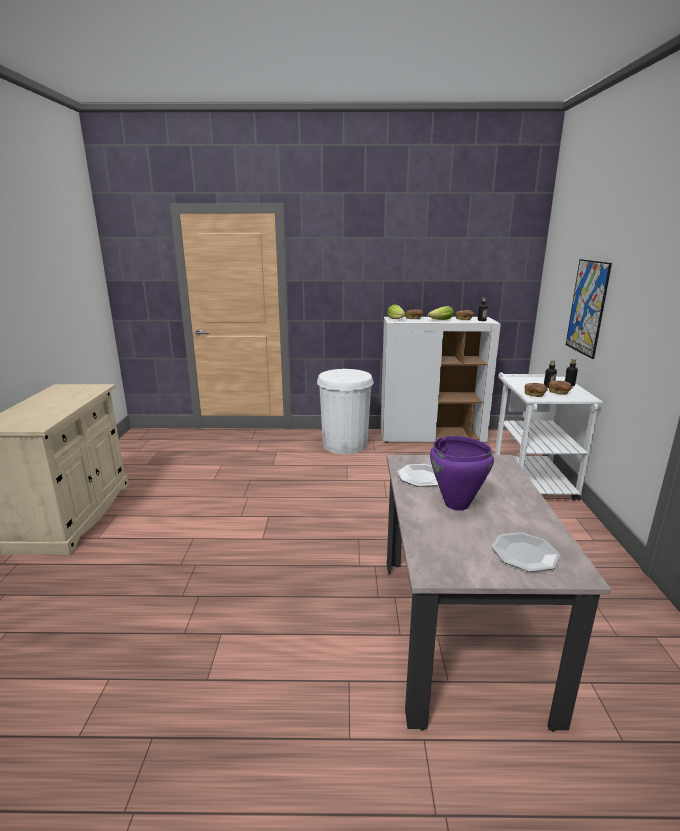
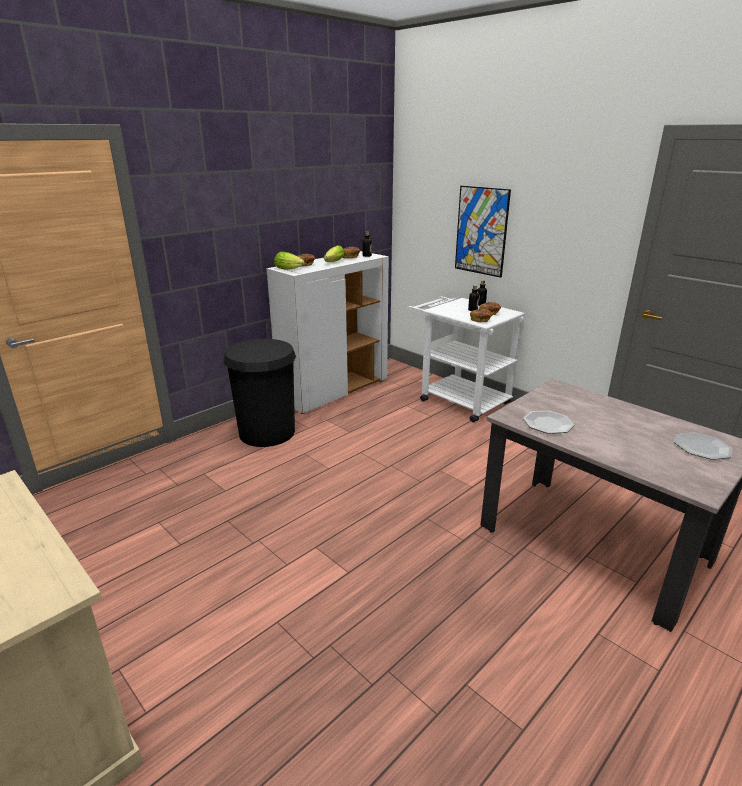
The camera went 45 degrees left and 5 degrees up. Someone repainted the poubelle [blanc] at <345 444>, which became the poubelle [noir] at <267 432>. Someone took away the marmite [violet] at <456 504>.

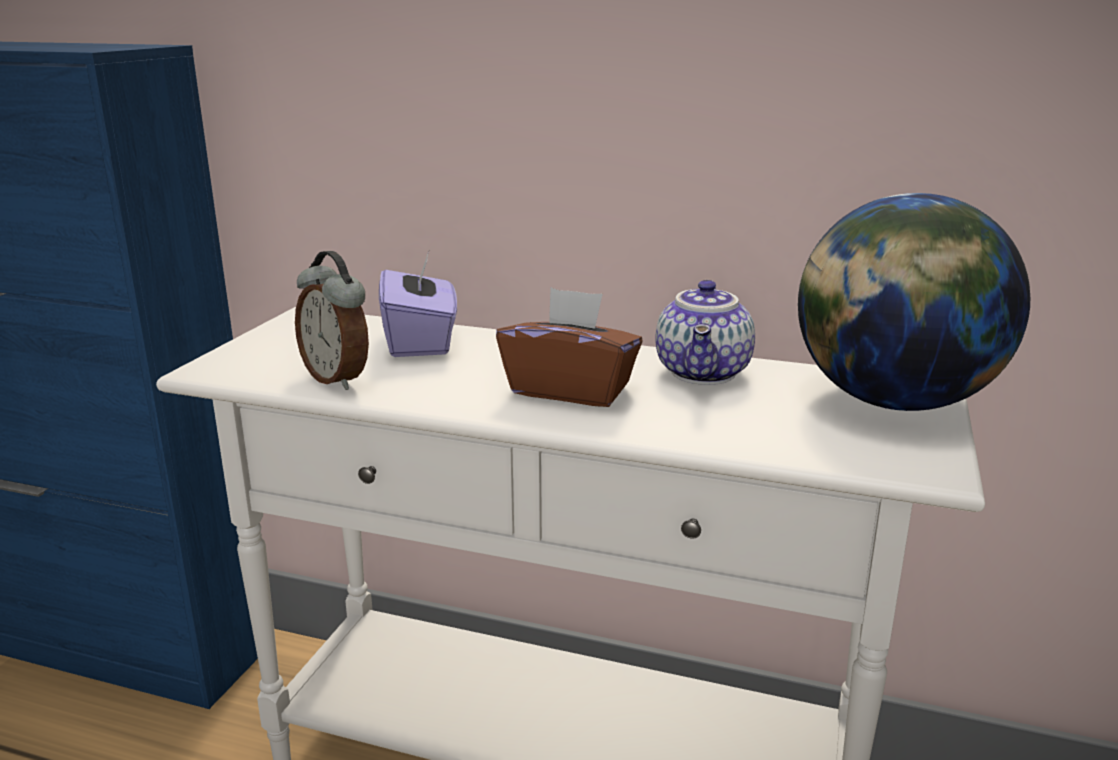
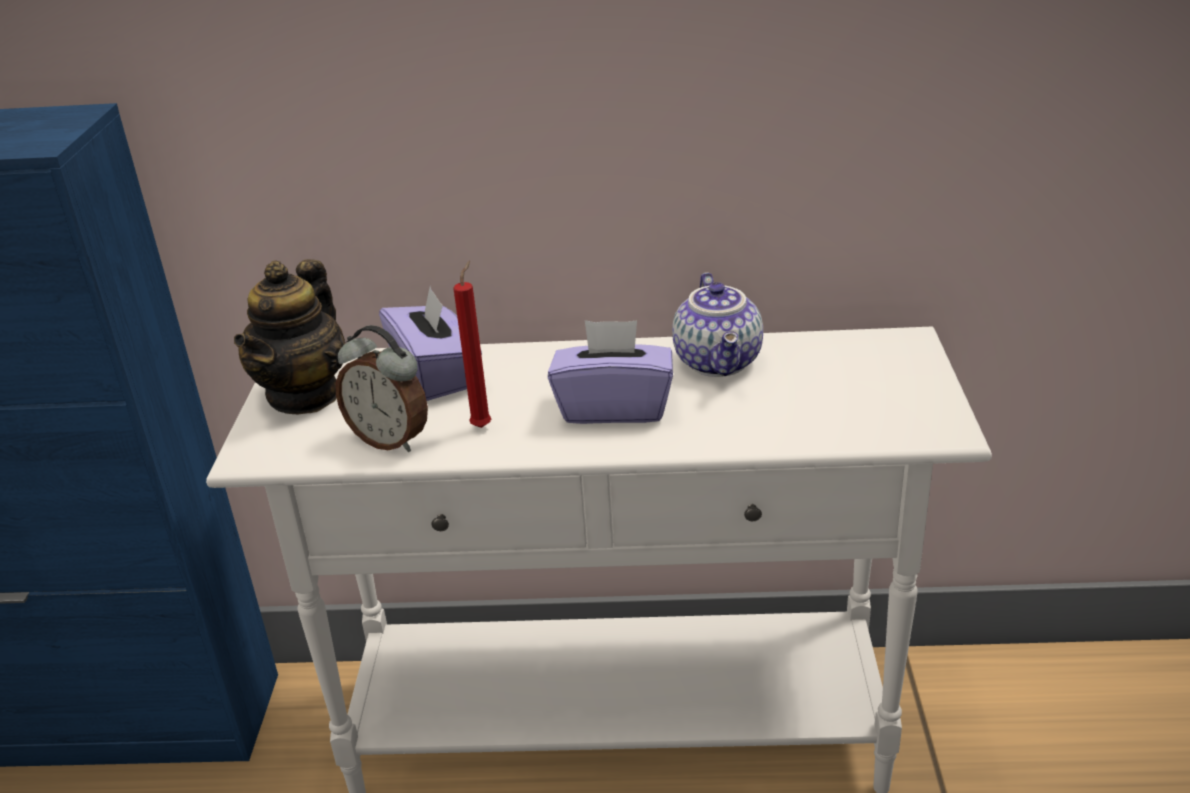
The camera went 15 degrees left and 10 degrees up. Someone took away the globe at <893 402>. Someone repainted the boîte à mouchoirs [marron] at <570 390>, which became the boîte à mouchoirs [violet] at <614 407>. Someone put down the théière at <305 394>. Someone put down the bougie [rouge] at <483 425>.

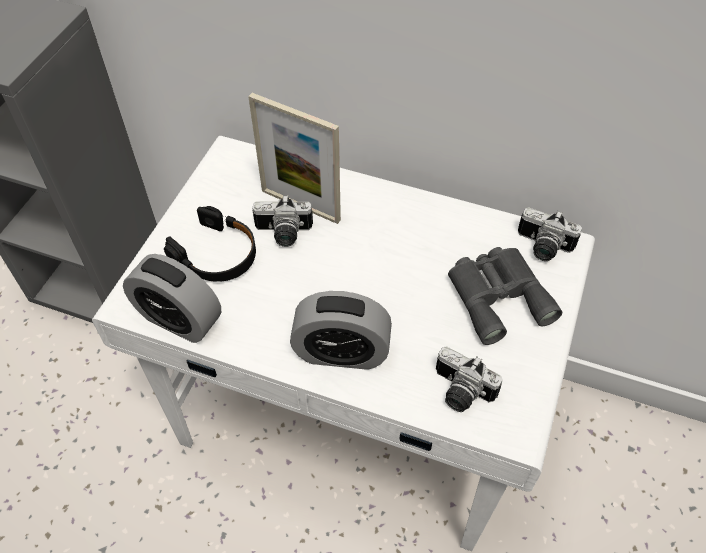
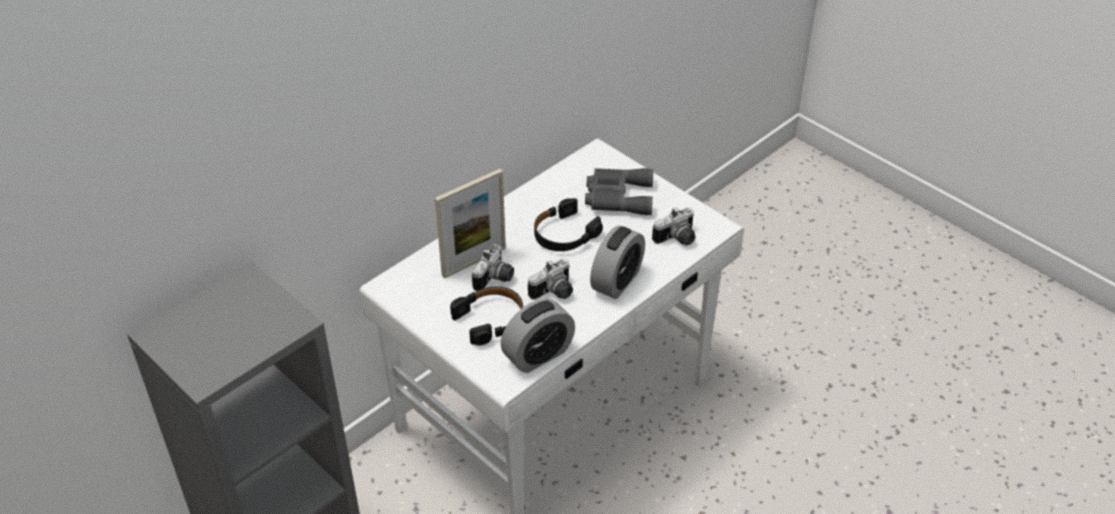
The camera went 65 degrees left and 10 degrees down. Someone carried the appareil photo from <542 247> to <554 293>. Someone put down the casque audio [noir] at <564 234>.

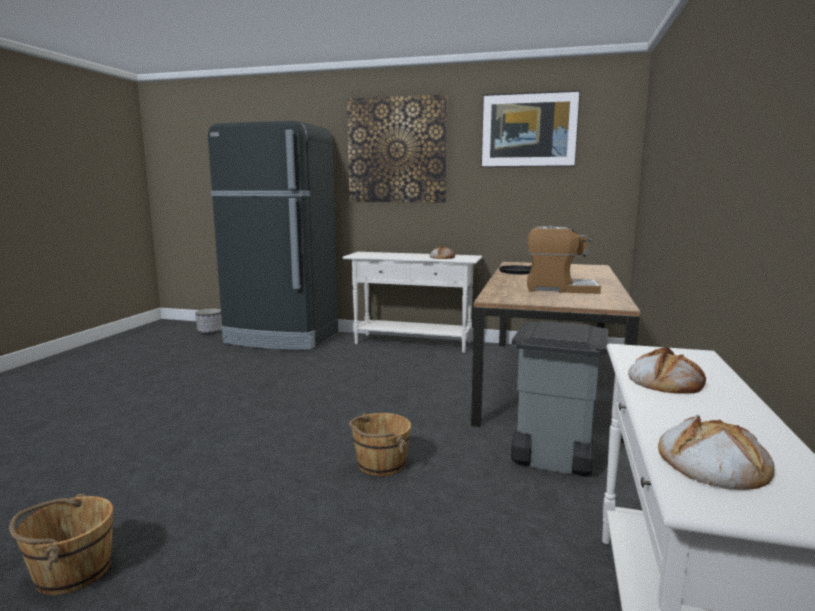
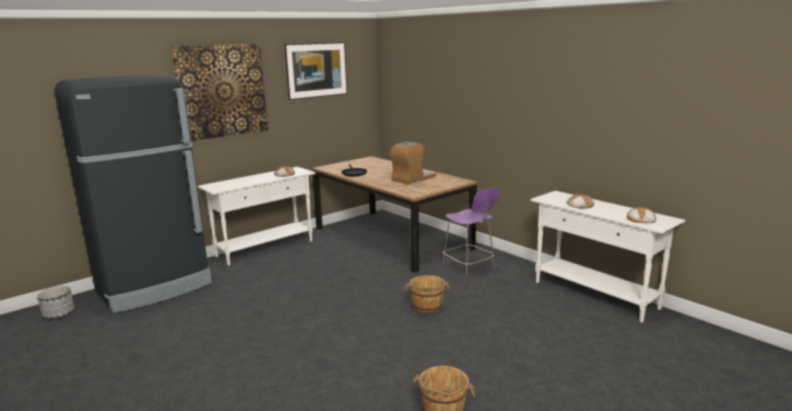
The camera went 55 degrees left and 5 degrees up. Someone swapped the poubelle [gris] at <552 458> for the tabouret [violet] at <469 268>.

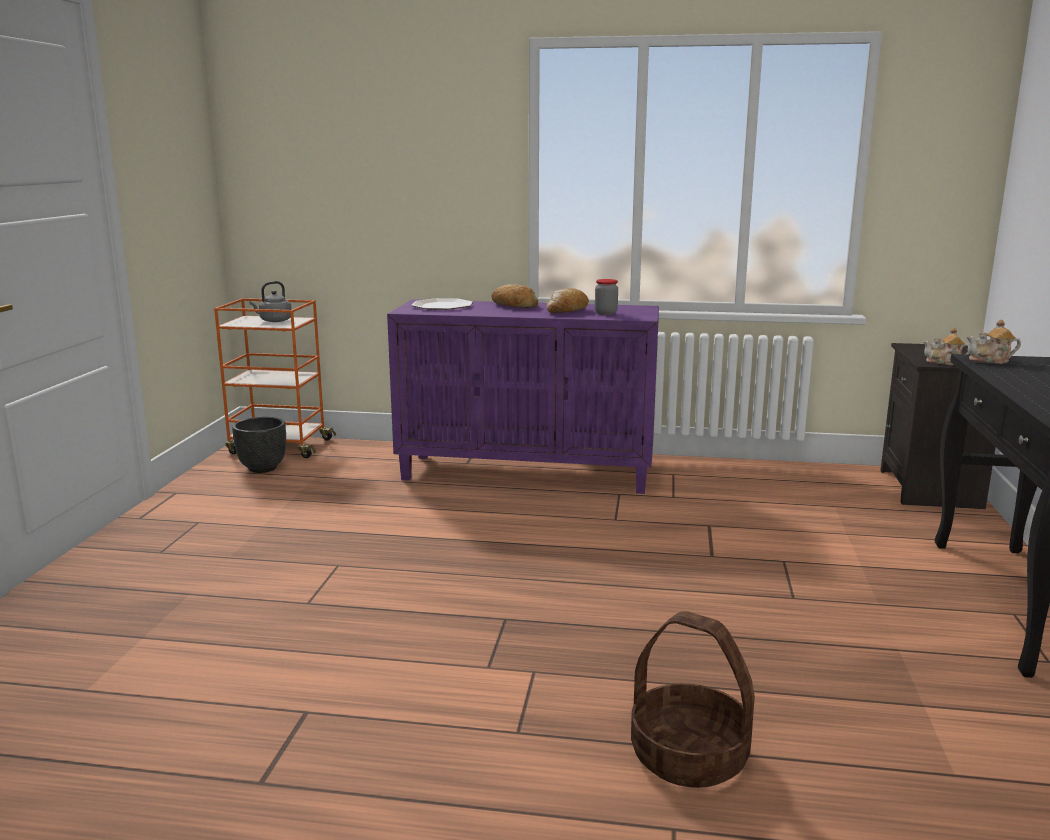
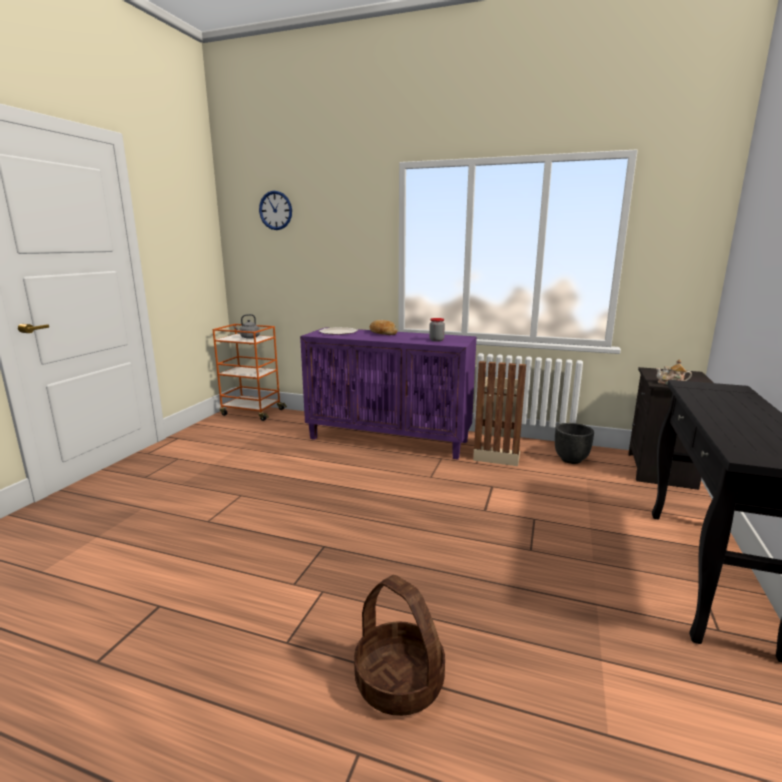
The camera went 10 degrees right and 0 degrees up. Someone took away the pain at <566 311>. Someone took away the théière at <990 360>. Someone carried the cache-pot [noir] from <263 468> to <571 460>. Someone put up the horloge murale at <275 210>. Someone put down the poubelle [beige] at <497 454>.

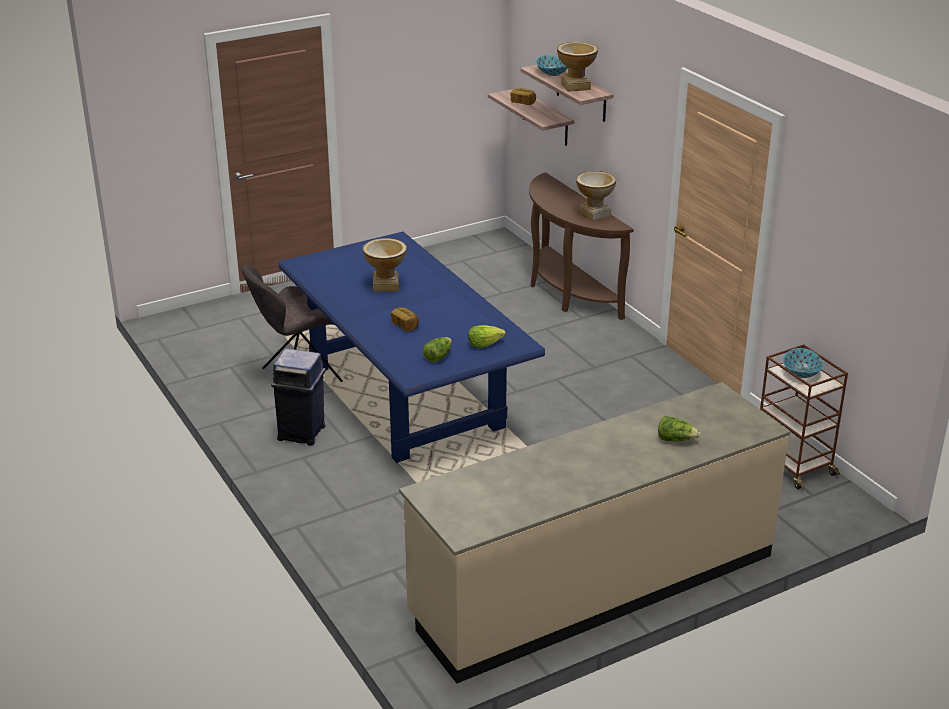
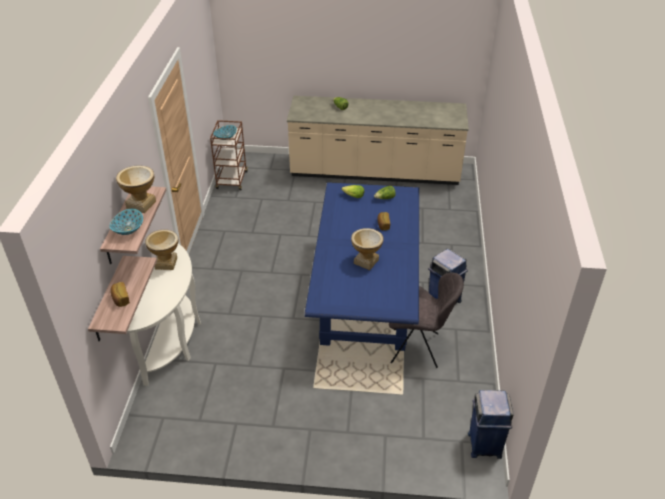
The camera went 145 degrees left and 10 degrees up. Someone repainted the table console [marron] at <566 293>, which became the table console [blanc] at <176 340>. Someone put down the poubelle [bleu] at <484 444>.

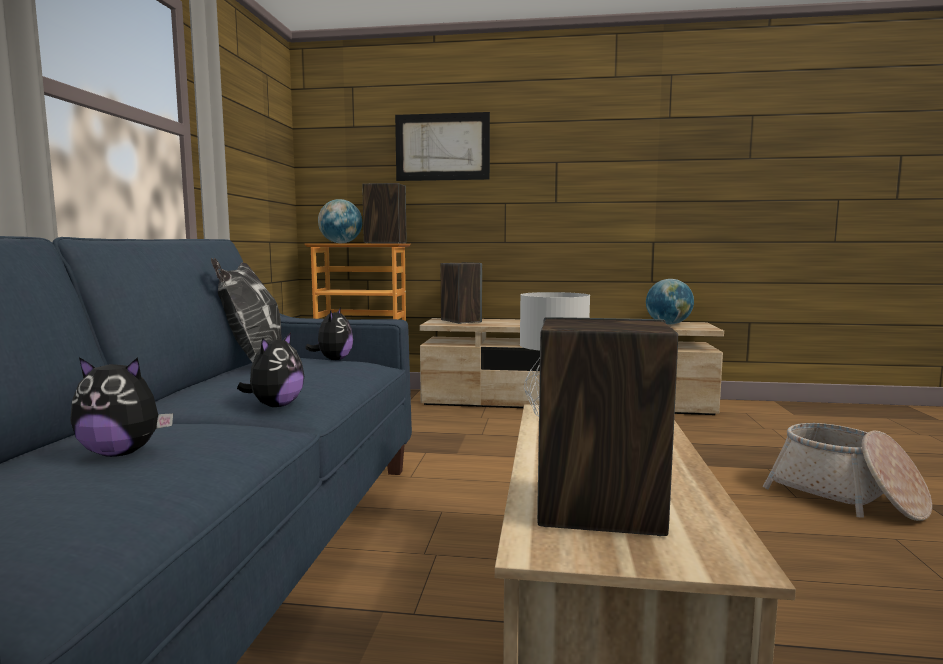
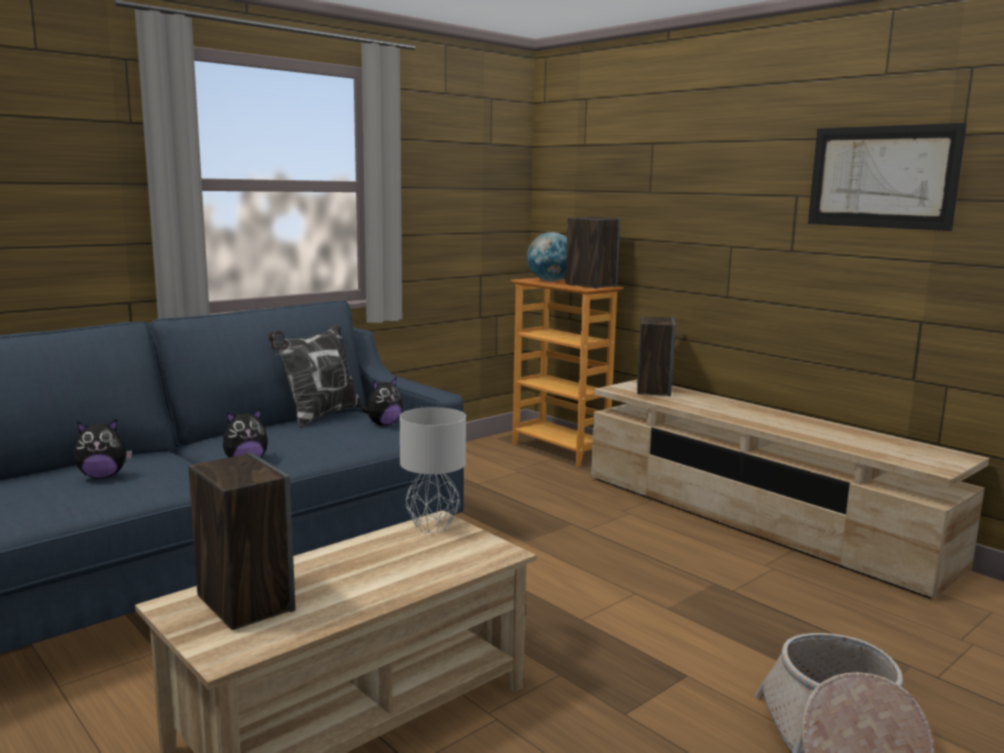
The camera went 40 degrees right and 5 degrees up. Someone carried the tableau from <442 147> to <882 177>. Someone took away the globe at <668 324>. Someone rotated the peluche at <122 453> by 60 degrees counterclockwise.

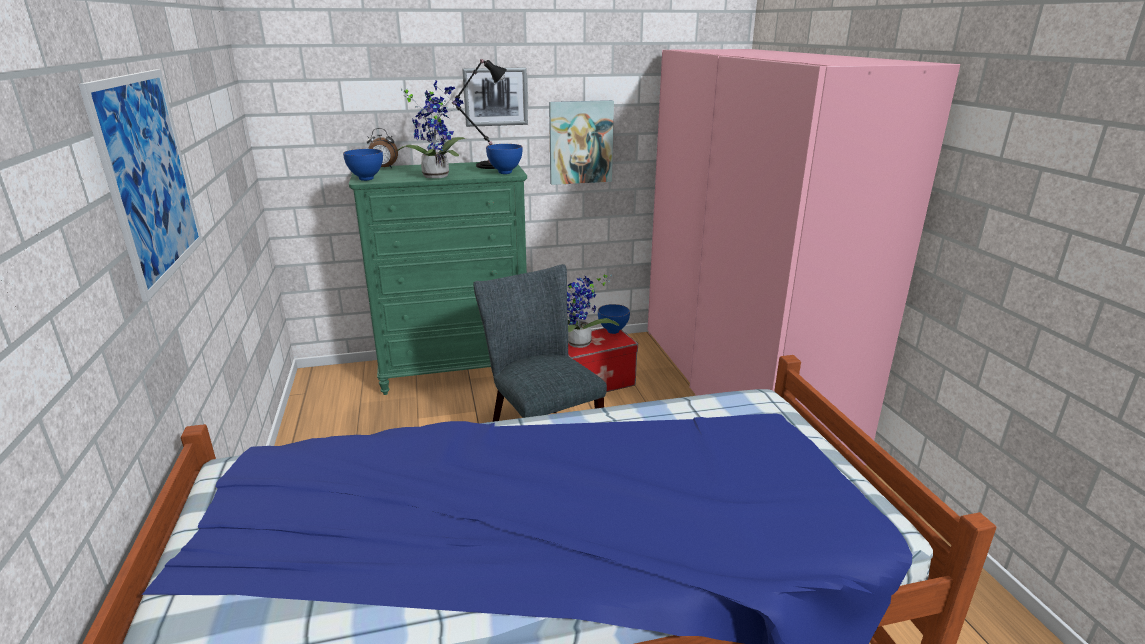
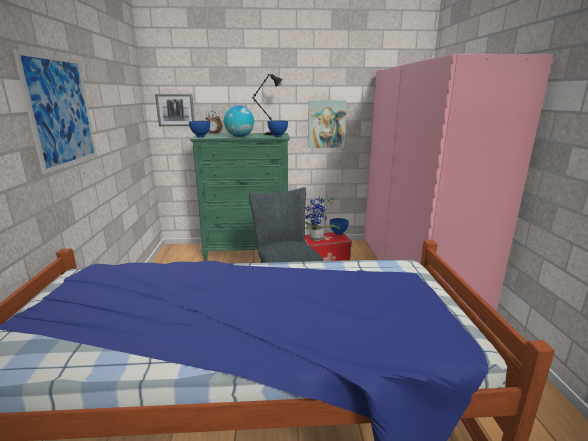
The camera went 10 degrees right and 5 degrees down. Someone carried the tableau from <495 97> to <175 110>. Someone swapped the plante en pot at <437 175> for the globe at <239 136>.

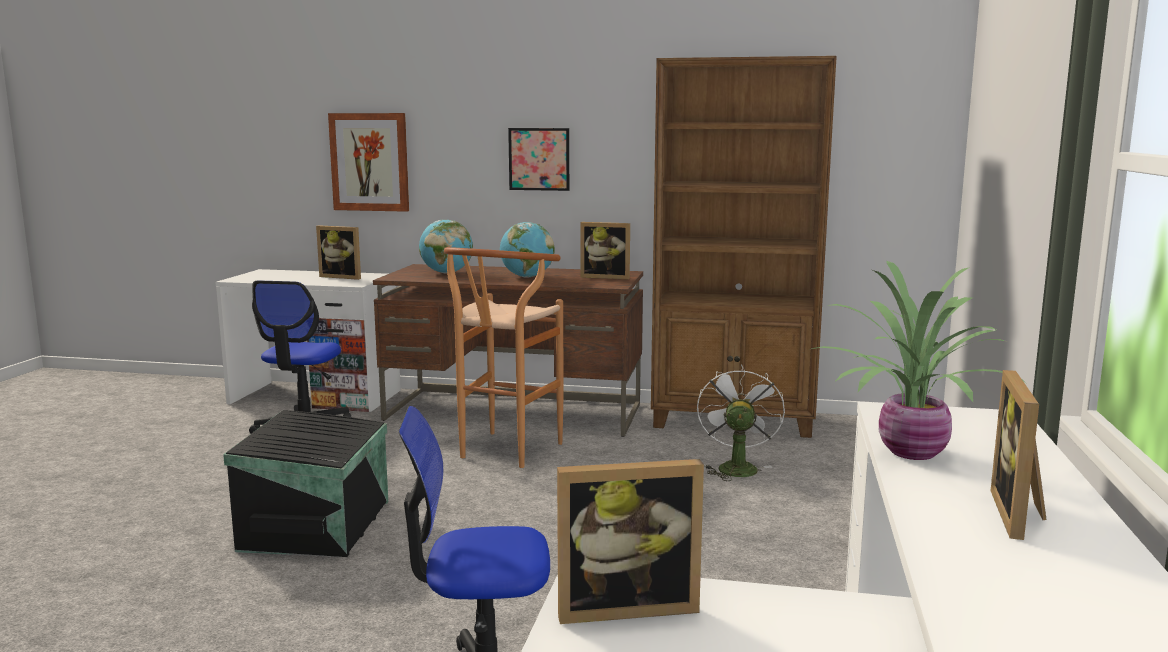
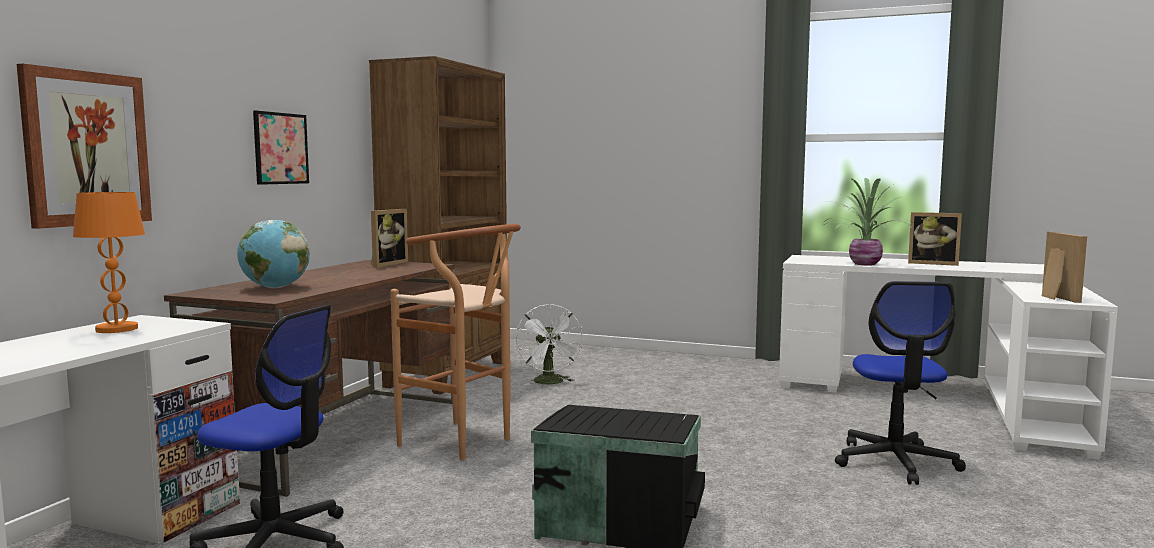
The camera went 80 degrees left and 5 degrees down. Someone took away the globe at <527 277>. Someone swapped the cadre photo at <343 277> for the lampe de table [orange] at <117 329>. Someone rotated the ventilateur [blanc] at <736 467> by 120 degrees counterclockwise.

